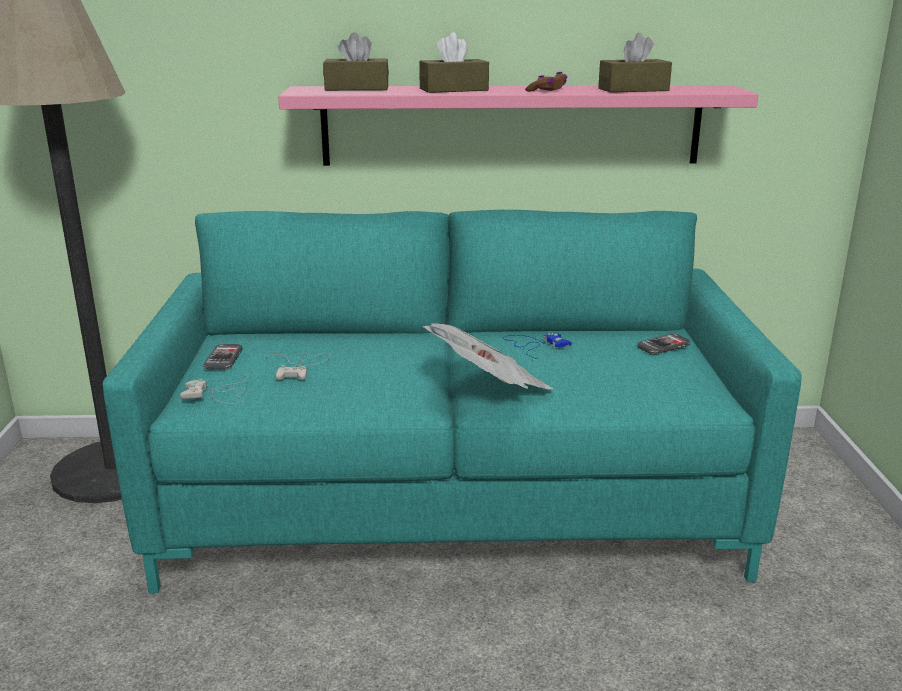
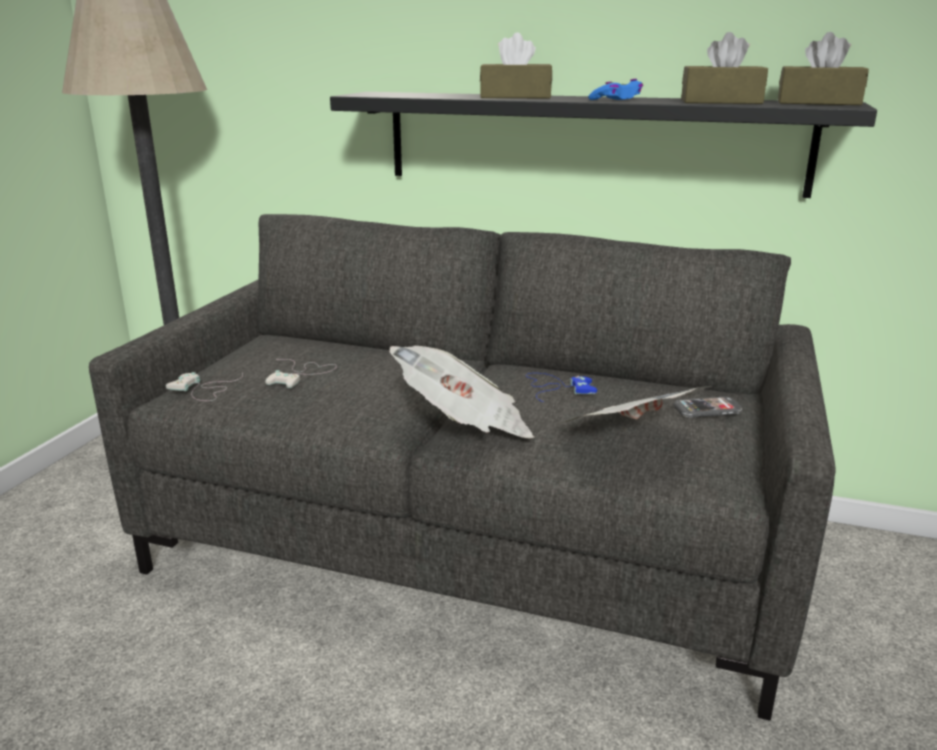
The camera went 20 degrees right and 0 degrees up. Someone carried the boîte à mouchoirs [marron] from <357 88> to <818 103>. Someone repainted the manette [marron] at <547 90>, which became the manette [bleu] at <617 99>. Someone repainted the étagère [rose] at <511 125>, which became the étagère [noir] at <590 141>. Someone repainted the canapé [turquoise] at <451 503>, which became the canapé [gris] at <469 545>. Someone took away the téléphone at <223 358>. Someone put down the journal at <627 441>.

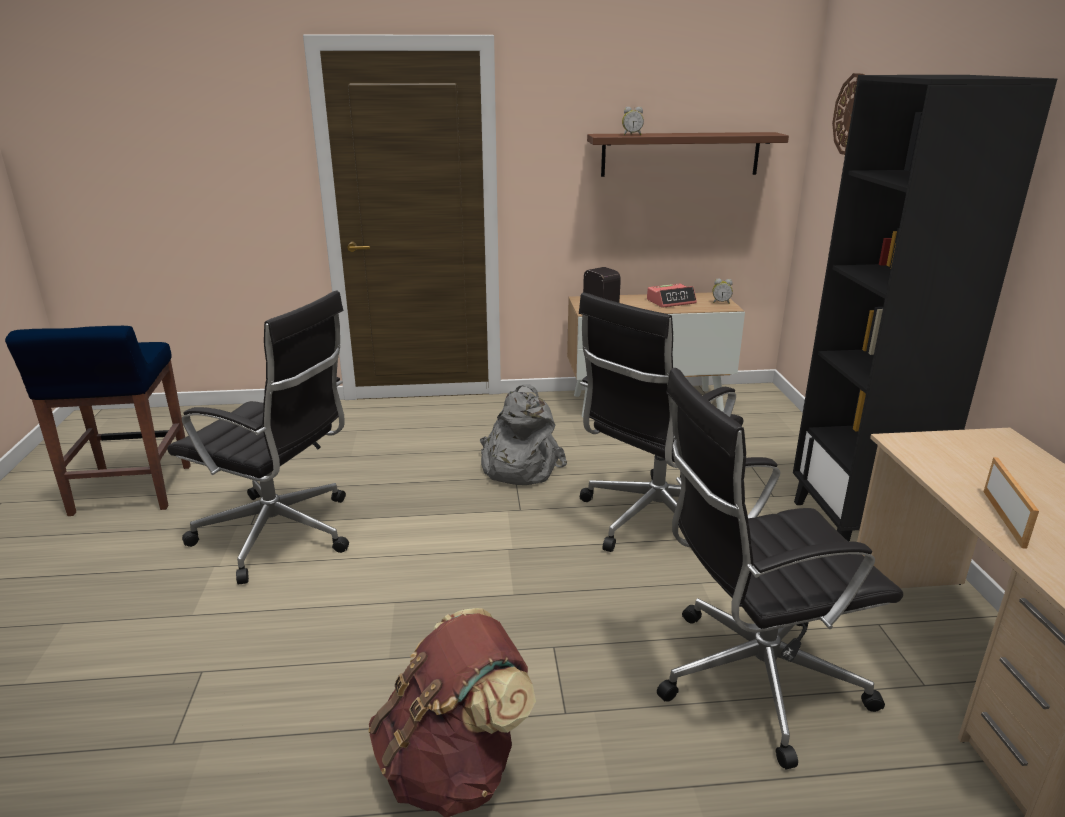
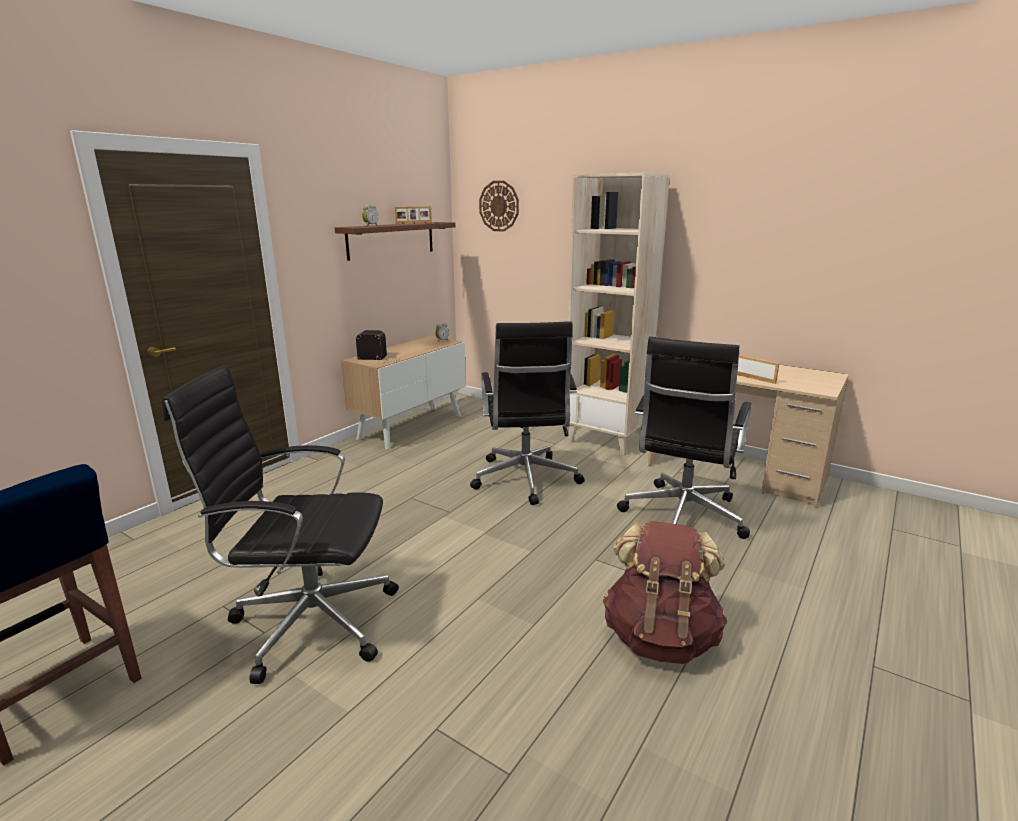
The camera went 50 degrees left and 5 degrees down. Someone repainted the bibliothèque [noir] at <856 527>, which became the bibliothèque [beige] at <607 440>. Someone took away the réveil at <671 301>. Someone rotated the chaise de bureau [noir] at <280 535> by 150 degrees counterclockwise. Someone took away the sac à dos [gris] at <518 467>. Someone put down the cadre photo at <414 223>.

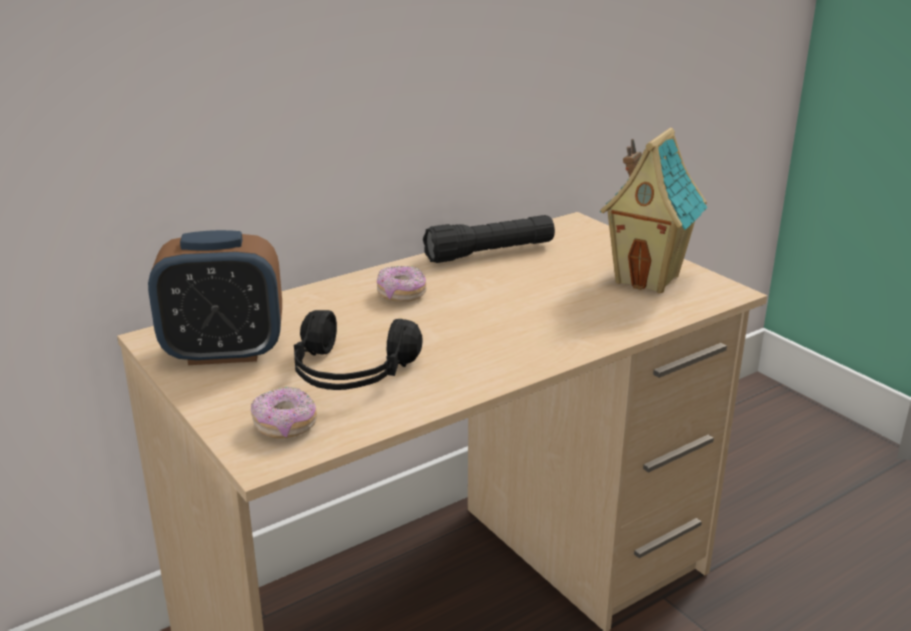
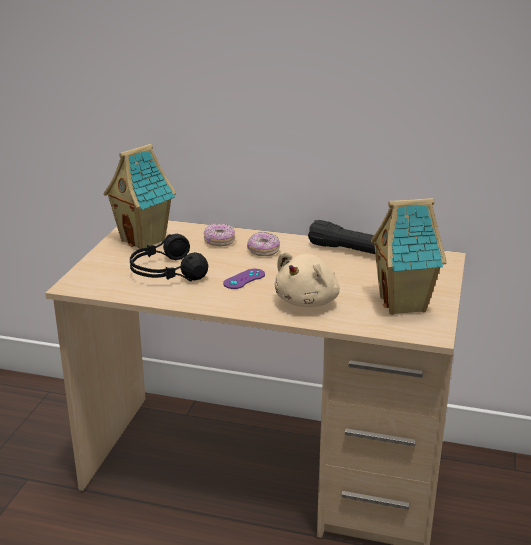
The camera went 50 degrees right and 0 degrees up. Someone swapped the réveil at <224 352> for the maison miniature at <144 240>. Someone carried the beignet from <285 426> to <219 242>. Someone put down the peluche [beige] at <308 301>. Someone put down the manette [violet] at <244 279>.

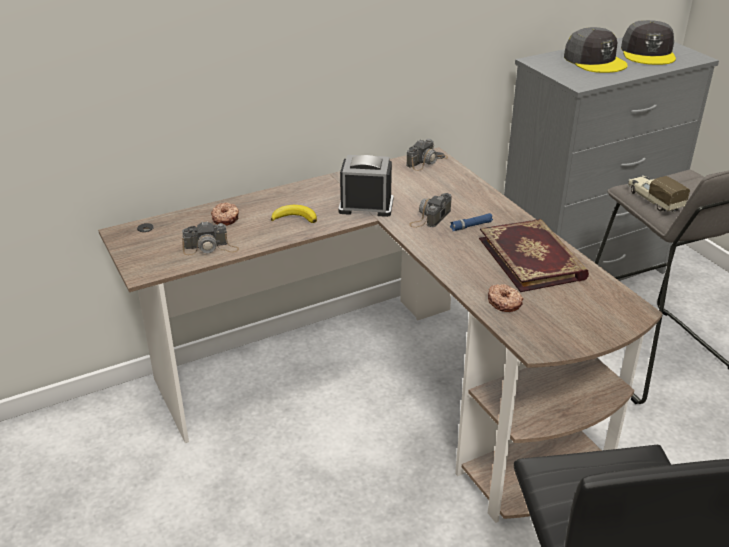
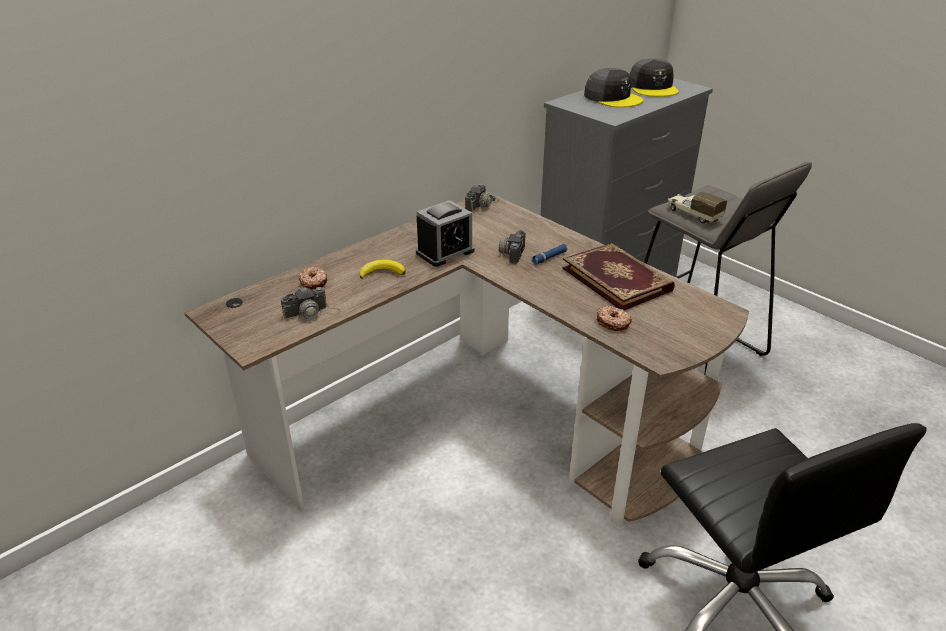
The camera went 15 degrees left and 0 degrees up. Someone rotated the réveil at <366 205> by 150 degrees clockwise.

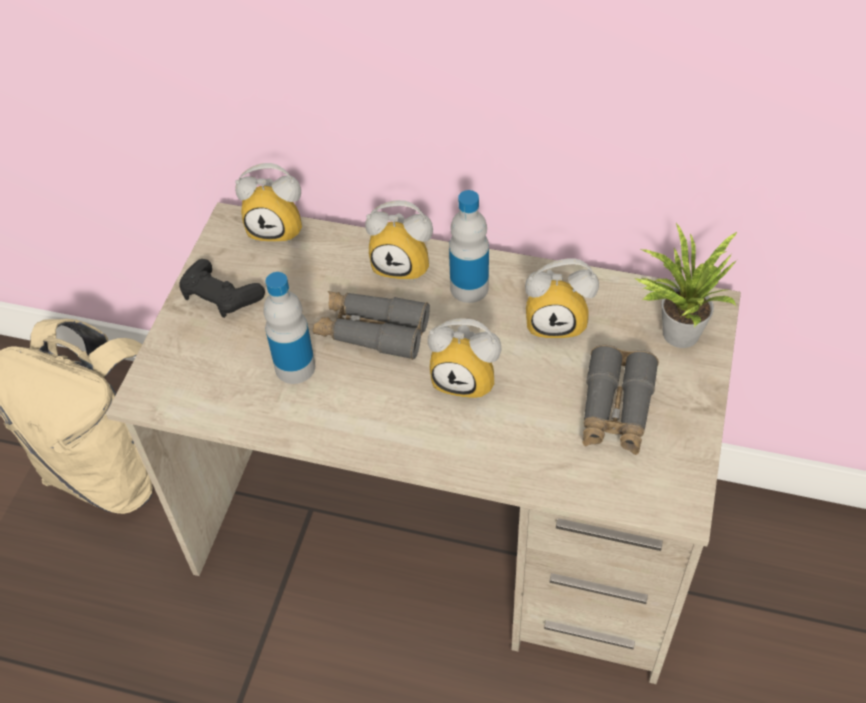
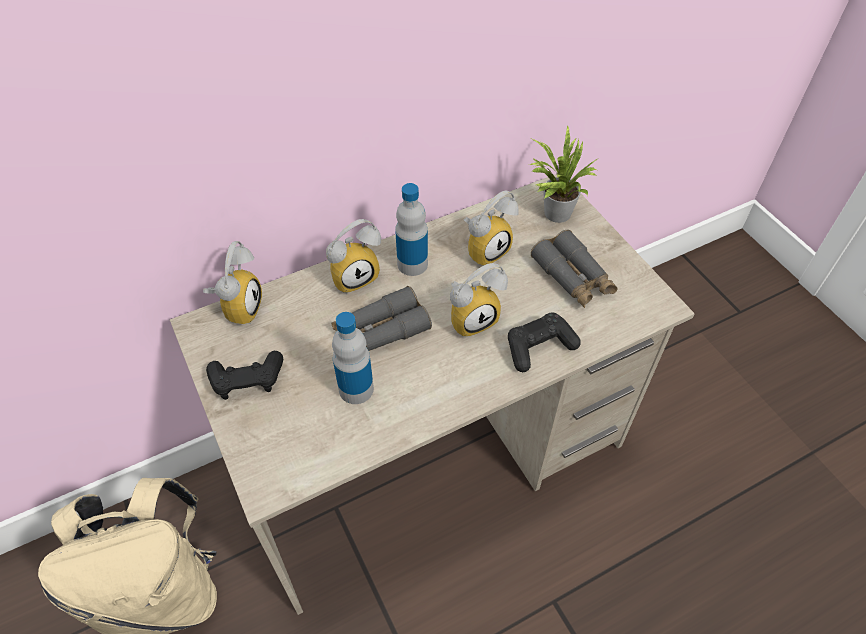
The camera went 45 degrees left and 0 degrees up. Someone rotated the réveil at <279 227> by 45 degrees counterclockwise. Someone put down the manette [noir] at <539 347>.

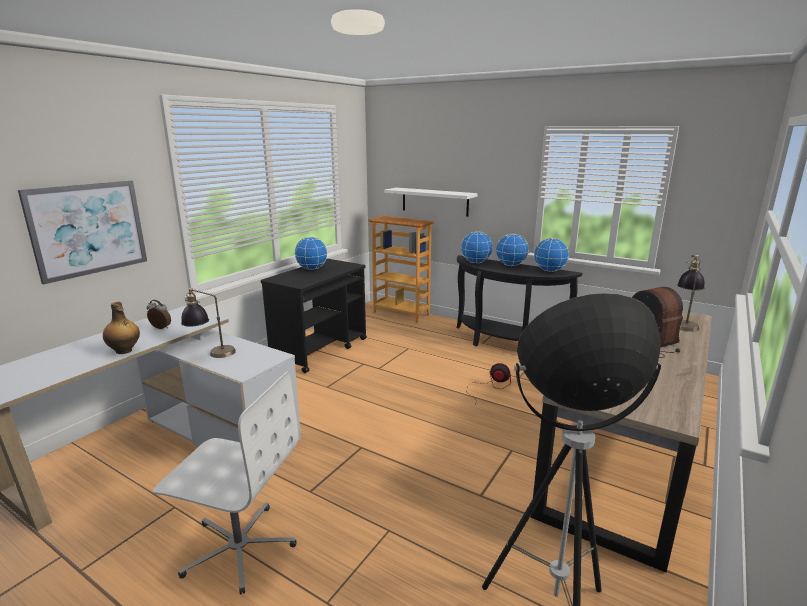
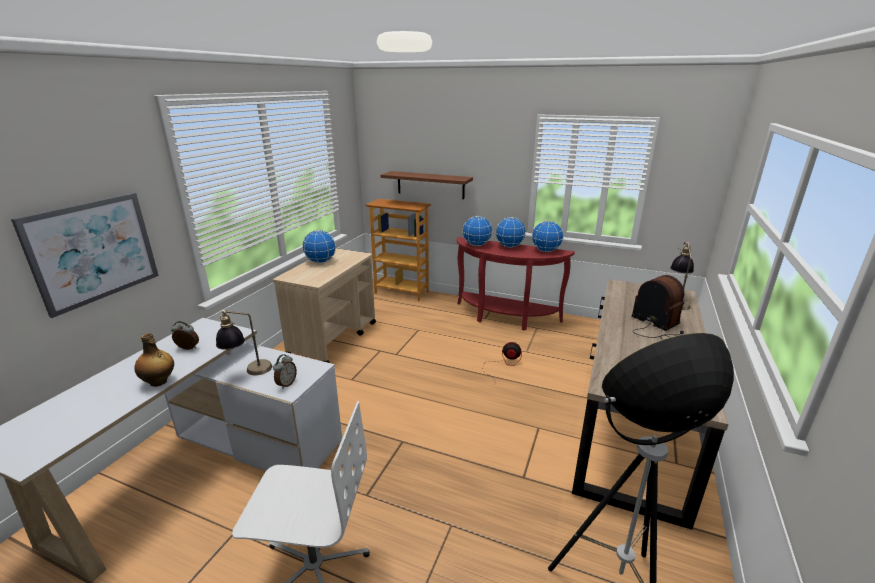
The camera went 10 degrees left and 5 degrees up. Someone repainted the étagère [blanc] at <434 201>, which became the étagère [marron] at <430 185>. Someone repainted the table console [noir] at <504 344>, which became the table console [rouge] at <504 318>. Someone repainted the chariot [noir] at <320 349>, which became the chariot [beige] at <333 338>. Someone put down the réveil at <286 384>.

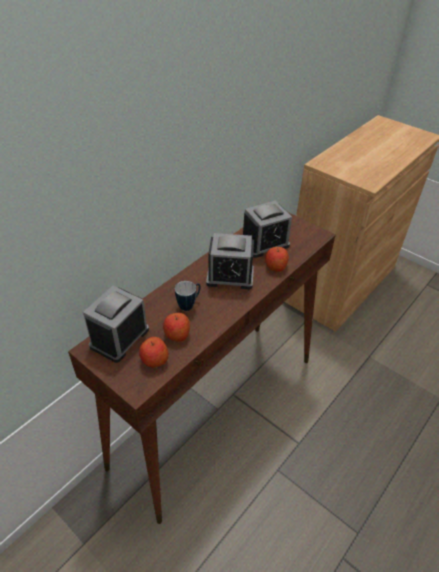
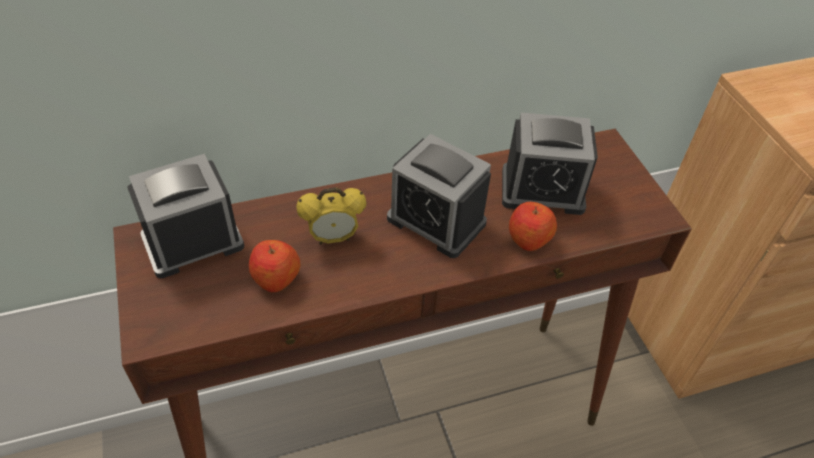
The camera went 30 degrees right and 5 degrees up. Someone swapped the mug at <189 305> for the réveil at <333 238>. Someone took away the pomme at <154 360>.

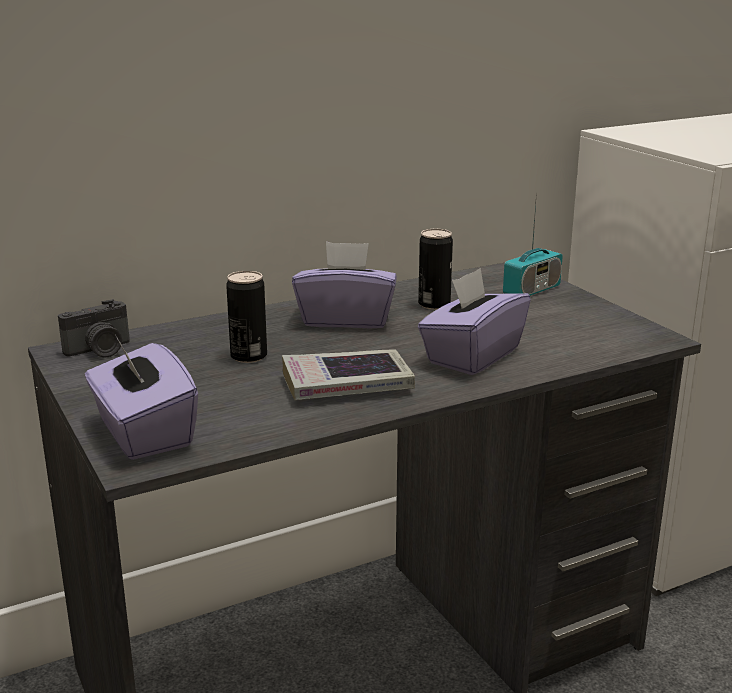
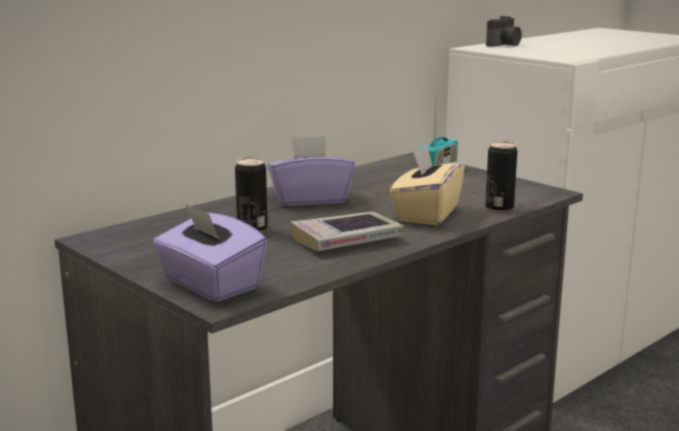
The camera went 15 degrees left and 5 degrees down. Someone carried the boîte métallique from <434 304> to <499 208>. Someone repainted the boîte à mouchoirs [violet] at <472 356>, which became the boîte à mouchoirs [beige] at <426 214>. Someone carried the appareil photo from <100 350> to <504 45>.

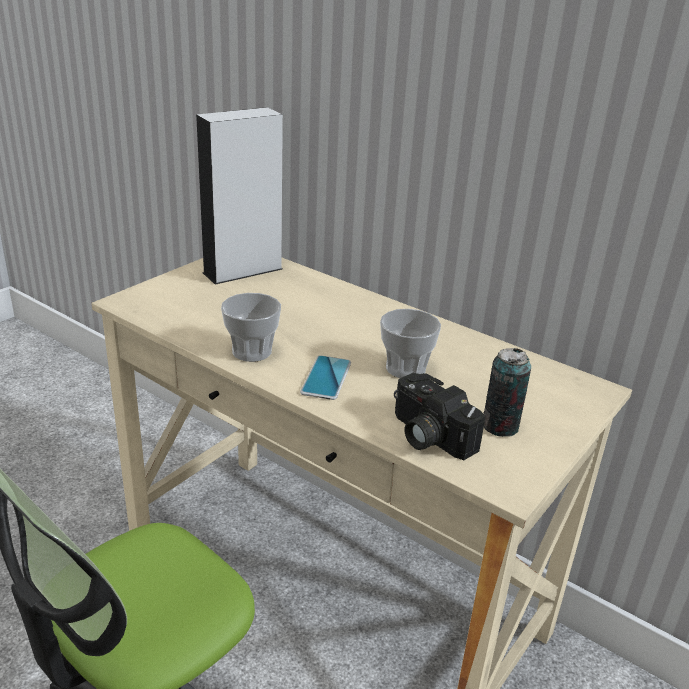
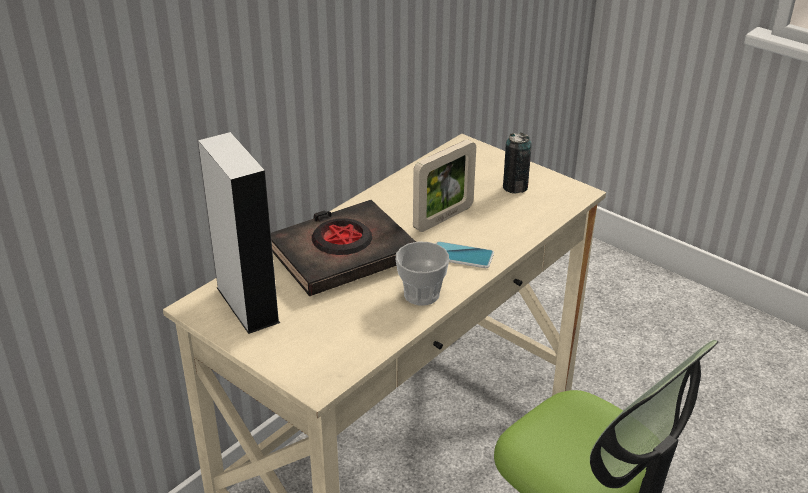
The camera went 85 degrees left and 5 degrees up. Someone swapped the tasse at <405 368> for the cadre photo at <443 218>. Someone took away the appareil photo at <427 435>. Someone put down the livre [noir] at <342 255>.

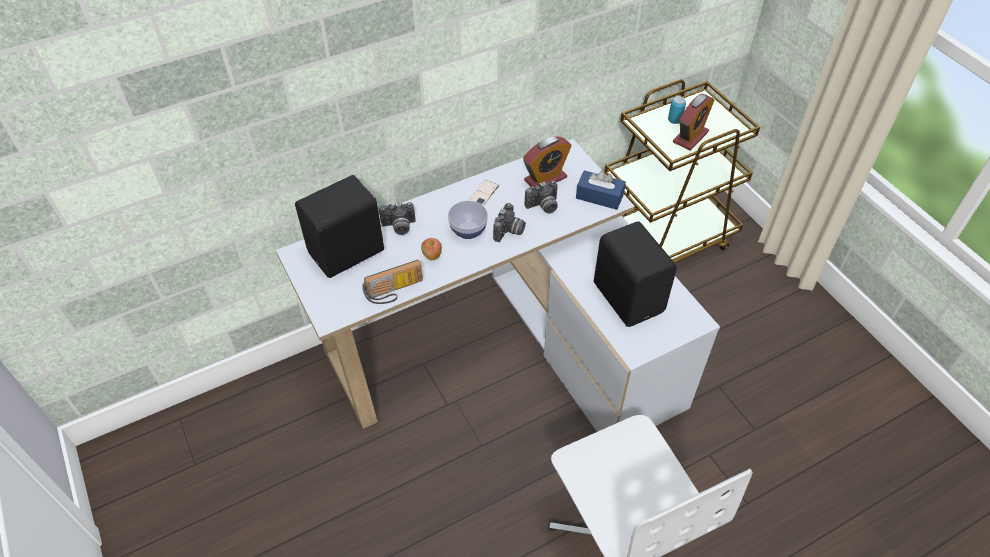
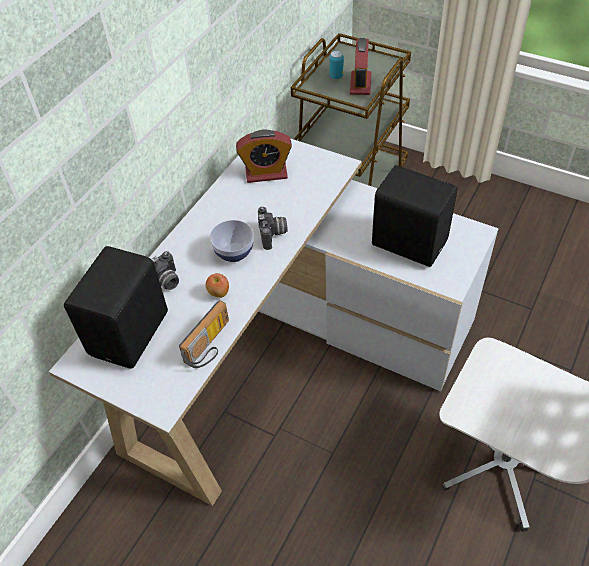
The camera went 30 degrees left and 0 degrees up. Someone rotated the réveil at <545 179> by 60 degrees clockwise. Someone took away the boîte à mouchoirs [bleu] at <599 196>. Someone took away the téléphone at <483 194>. Someone took away the appareil photo at <543 206>.

